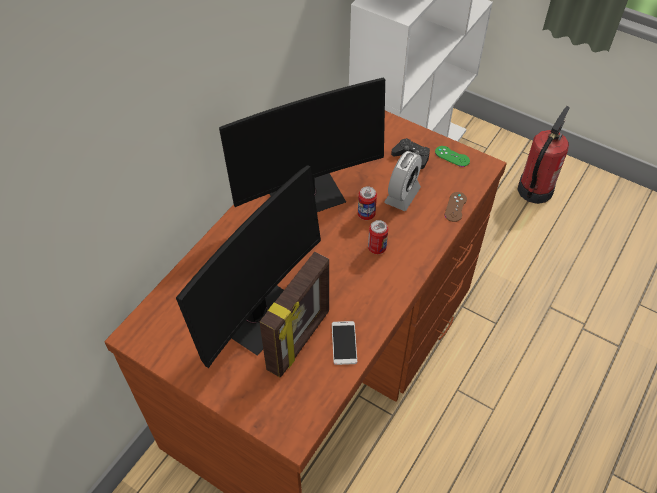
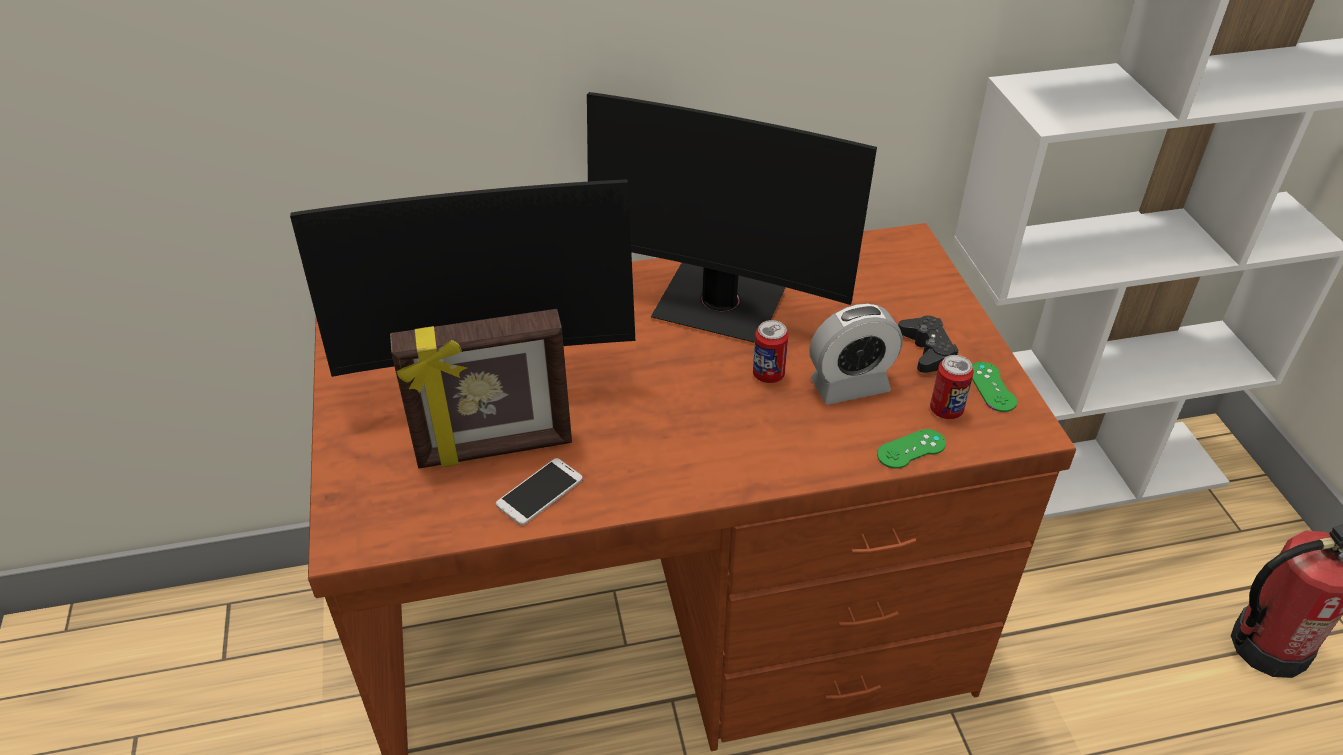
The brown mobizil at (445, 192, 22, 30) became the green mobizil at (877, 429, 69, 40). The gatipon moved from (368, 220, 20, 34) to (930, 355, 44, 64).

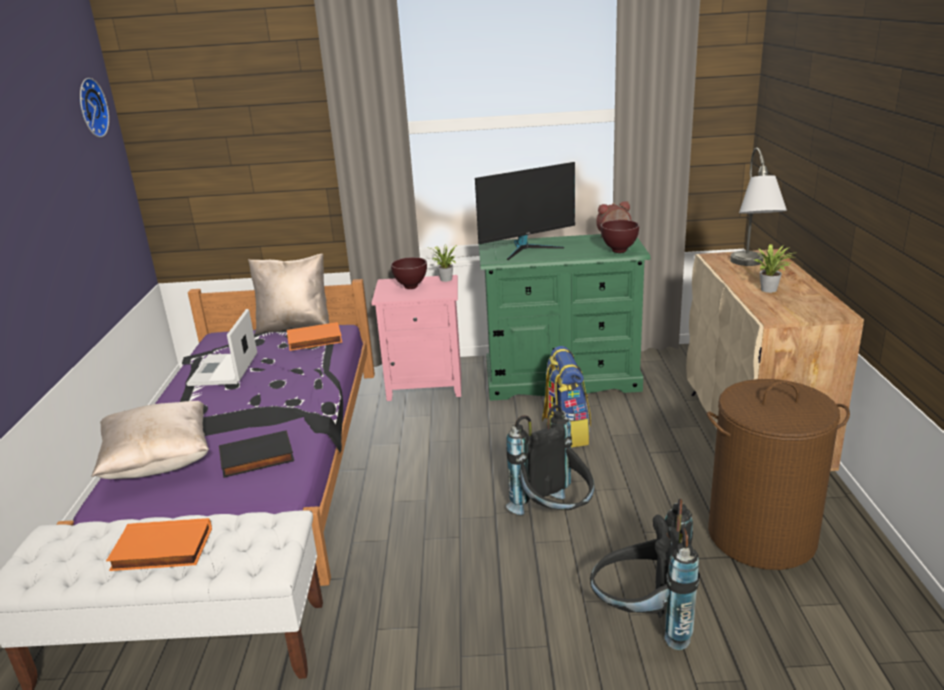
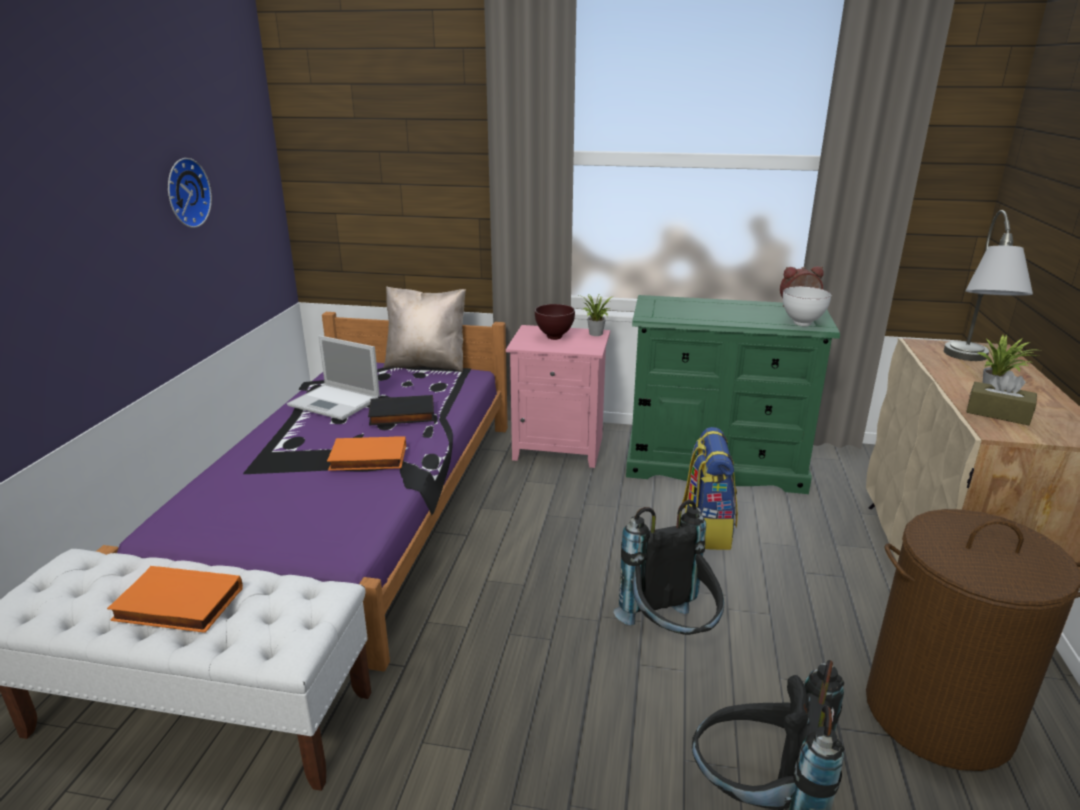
The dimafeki moved from (80, 78, 29, 60) to (168, 158, 44, 70). The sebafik at (186, 309, 71, 77) turned 75 degrees counterclockwise. The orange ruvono moved from (287, 322, 55, 29) to (327, 436, 79, 35). The black ruvono moved from (219, 430, 75, 48) to (368, 395, 66, 30). The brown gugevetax at (601, 220, 38, 33) became the white gugevetax at (783, 286, 48, 40). The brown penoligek at (966, 371, 71, 54) appeared. The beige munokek at (91, 401, 118, 78) disappeared. The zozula at (475, 162, 100, 98) disappeared.

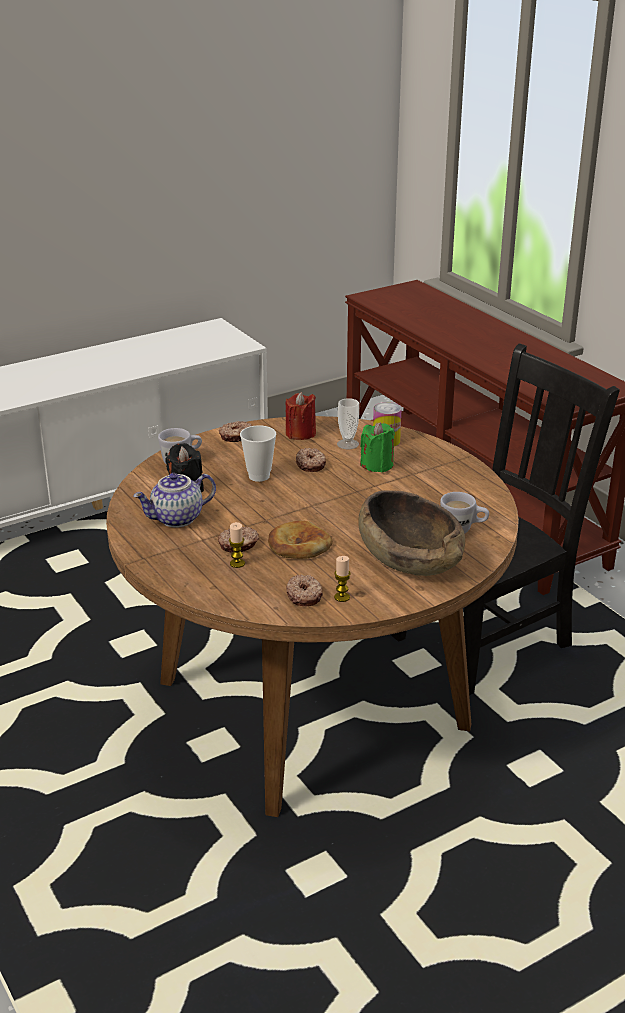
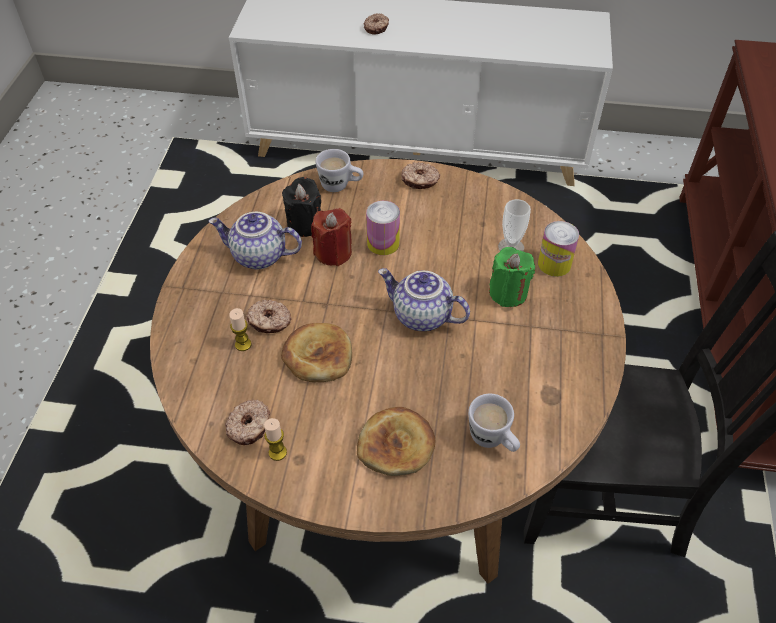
The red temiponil moved from (286, 392, 30, 48) to (311, 208, 41, 58). The brown gugevetax at (358, 490, 107, 86) was replaced by the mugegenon at (357, 407, 78, 69). The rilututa moved from (296, 448, 30, 24) to (364, 13, 25, 22). The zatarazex at (240, 425, 36, 57) was replaced by the gatipon at (366, 201, 34, 54). The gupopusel at (378, 268, 92, 63) appeared.

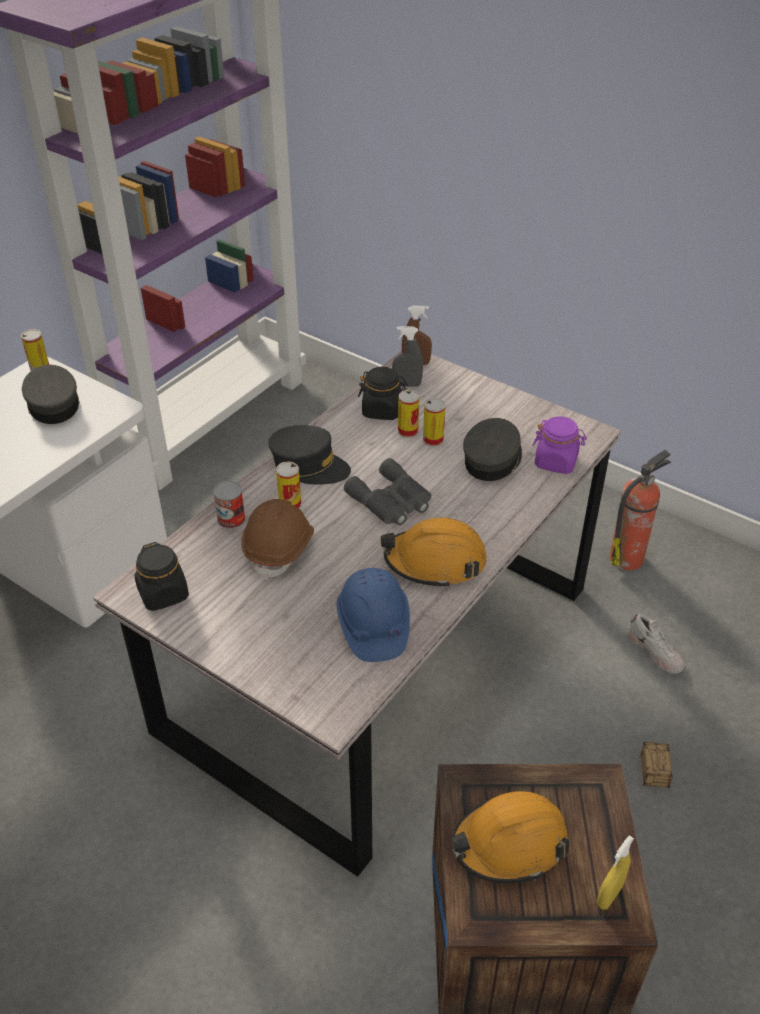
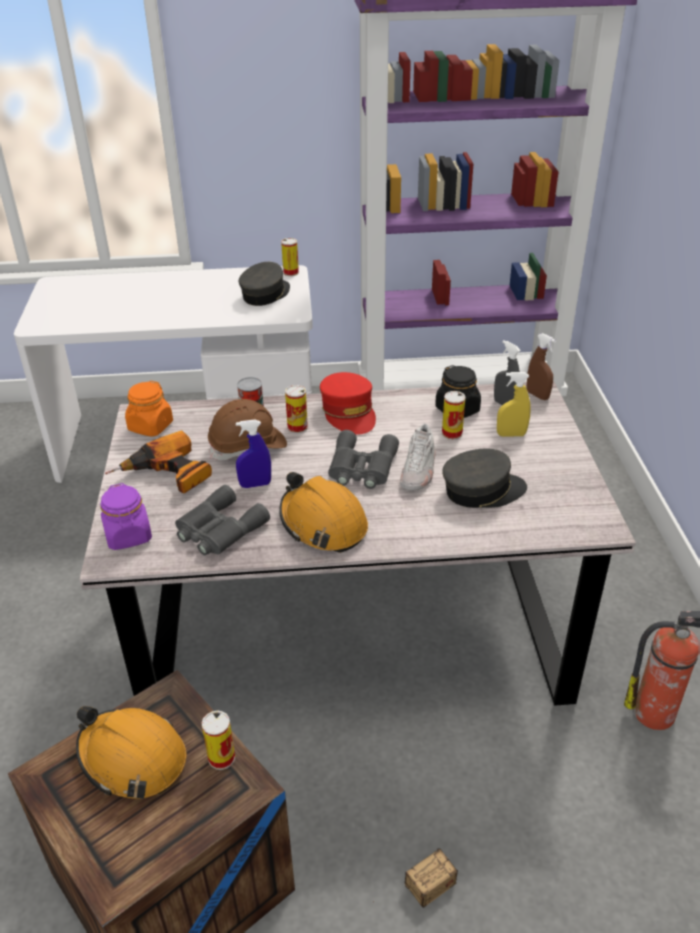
The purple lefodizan moved from (533, 416, 54, 58) to (100, 483, 52, 67). The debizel at (105, 431, 107, 62) appeared. The black lefodizan at (134, 542, 55, 69) became the orange lefodizan at (125, 381, 48, 56). The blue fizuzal at (337, 568, 73, 94) was replaced by the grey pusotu at (175, 485, 95, 71). The gatipon moved from (423, 398, 22, 49) to (202, 711, 33, 59). The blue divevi at (236, 419, 35, 69) appeared. The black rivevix at (268, 425, 83, 60) became the red rivevix at (320, 372, 56, 63). The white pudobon moved from (627, 613, 57, 61) to (400, 424, 36, 67). The yellow divevi moved from (597, 835, 37, 75) to (497, 372, 33, 65).

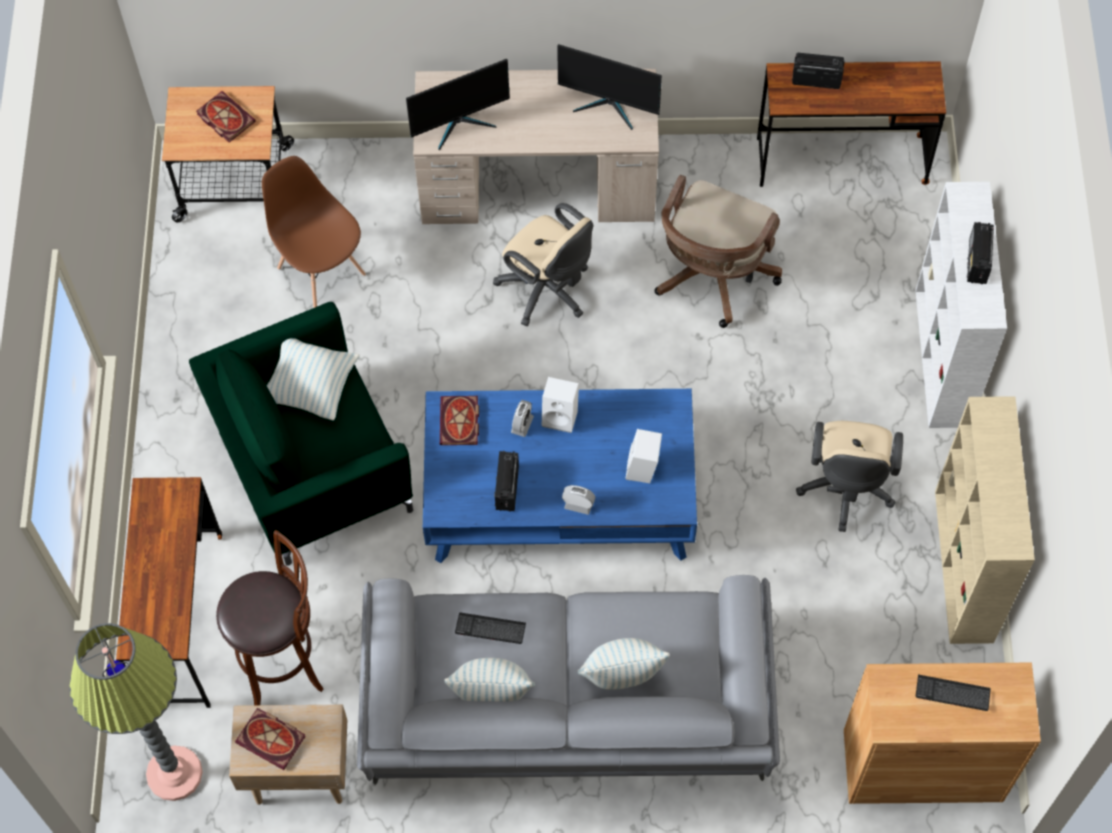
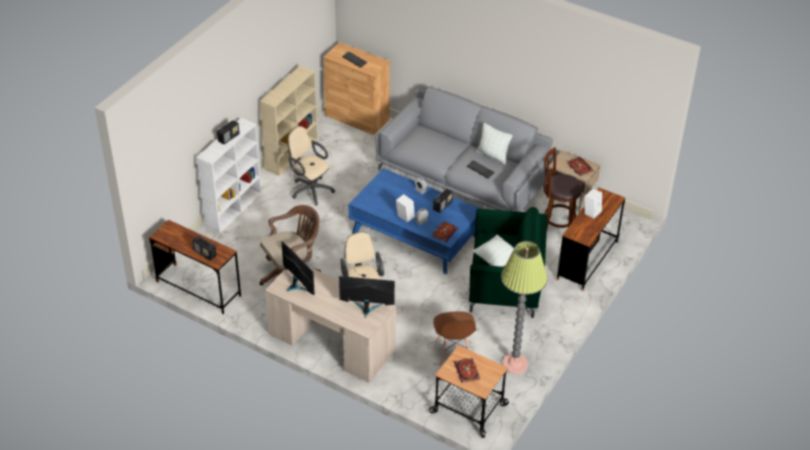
The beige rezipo at (796, 421, 107, 111) turned 90 degrees counterclockwise. The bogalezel moved from (69, 623, 134, 178) to (501, 241, 47, 133). The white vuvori moved from (626, 429, 36, 54) to (585, 189, 17, 30). The munokek at (578, 638, 92, 52) disappeared.

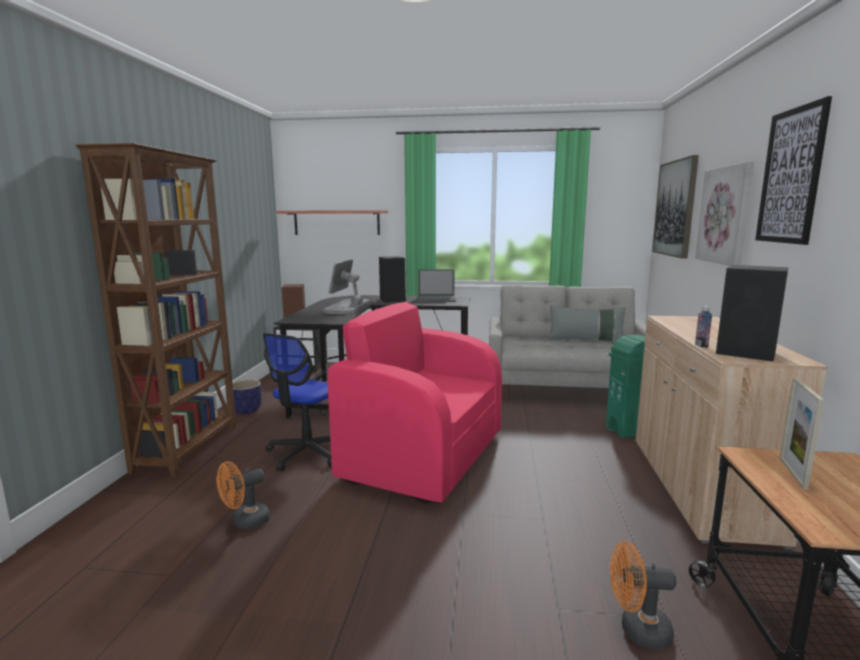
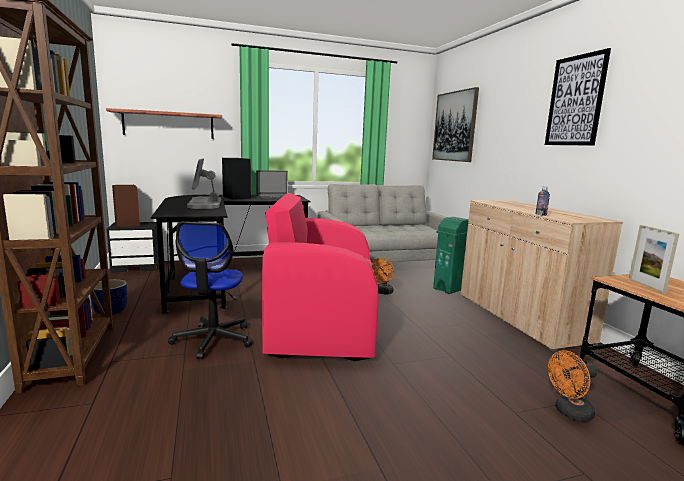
The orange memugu moved from (216, 461, 54, 68) to (371, 258, 23, 36). The grey munokek at (549, 305, 77, 37) disappeared. The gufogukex at (695, 162, 59, 104) disappeared. The black vuvori at (716, 265, 72, 97) disappeared.

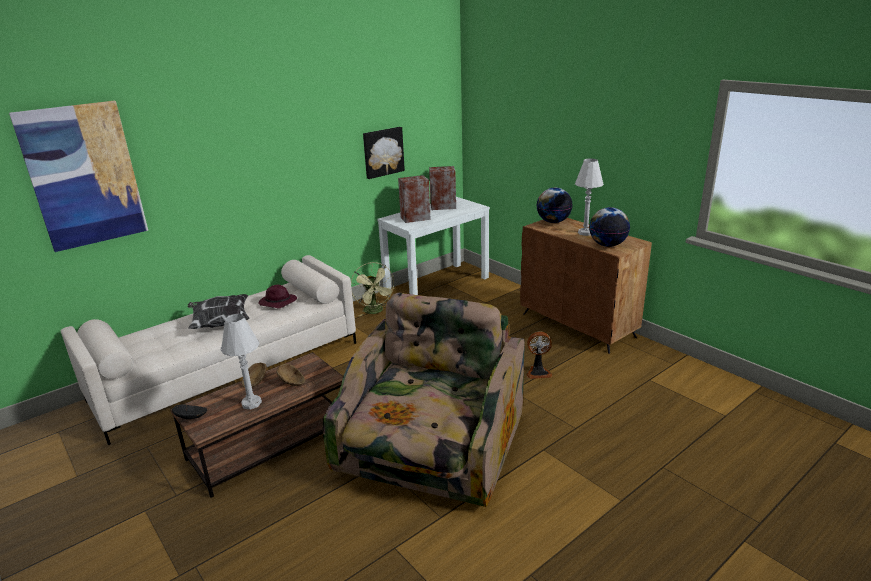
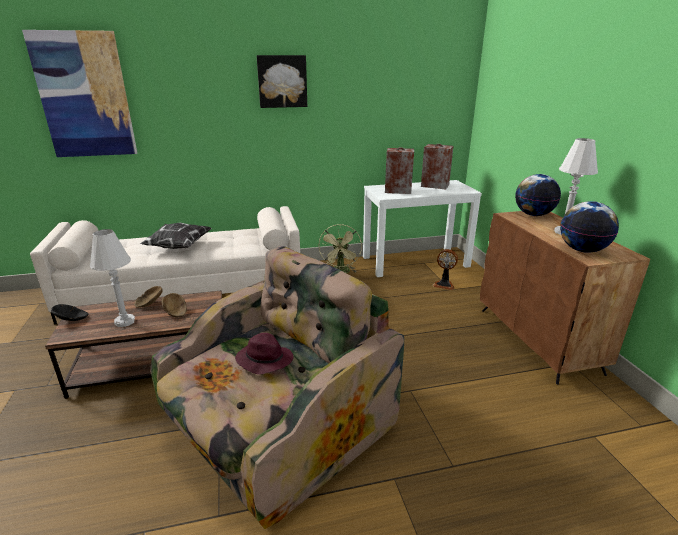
The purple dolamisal moved from (258, 285, 39, 23) to (235, 333, 59, 42). The gufogukex moved from (363, 127, 42, 52) to (257, 55, 50, 53). The memugu moved from (527, 331, 26, 48) to (433, 249, 25, 41).

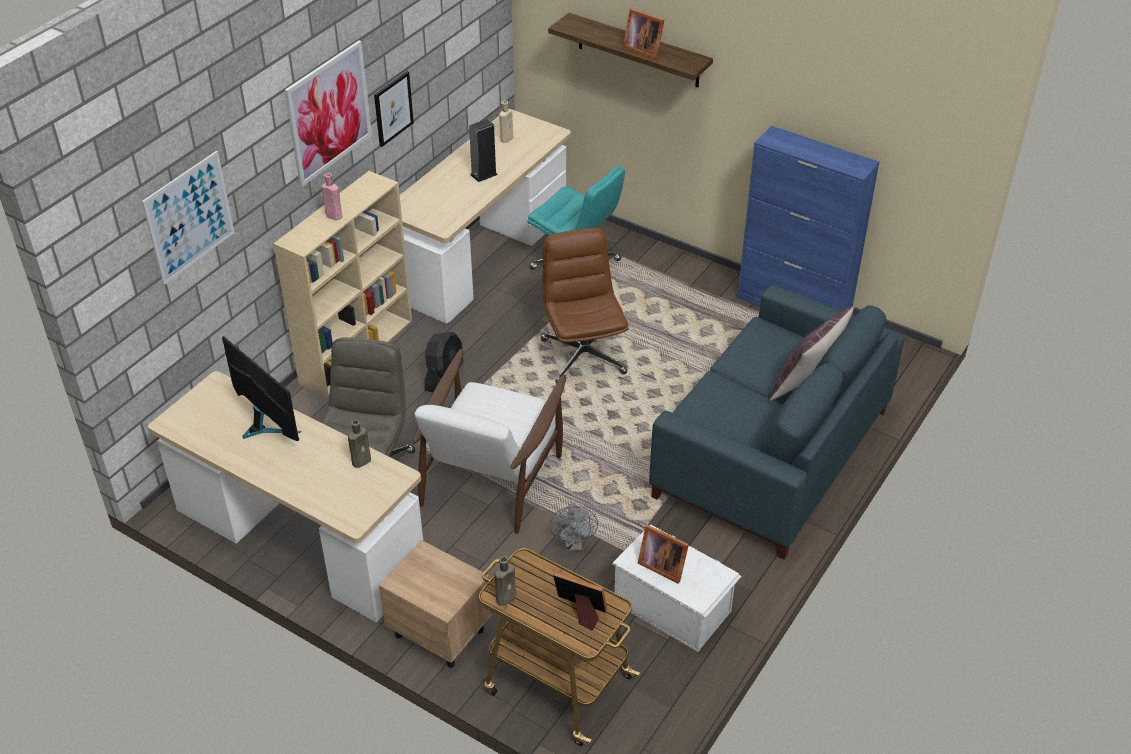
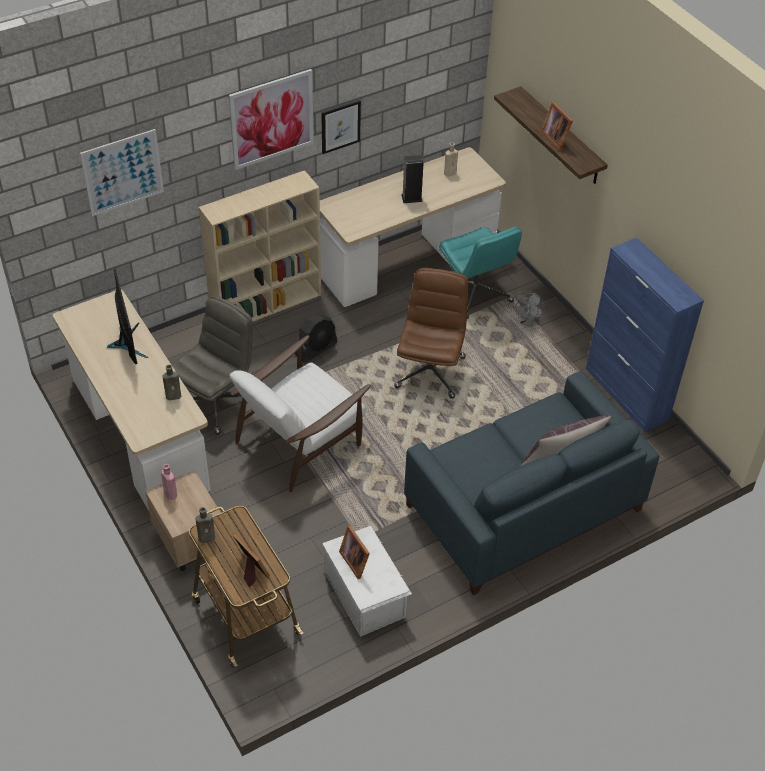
The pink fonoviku moved from (322, 173, 20, 47) to (161, 464, 16, 36). The grey memugu moved from (550, 503, 48, 48) to (513, 291, 32, 36).

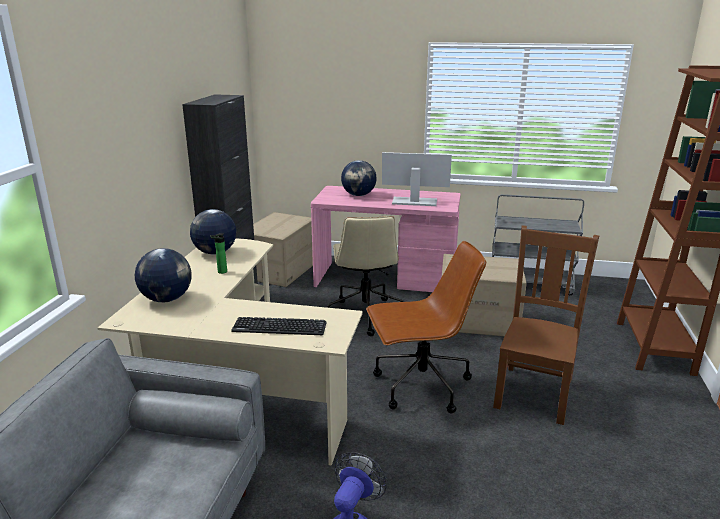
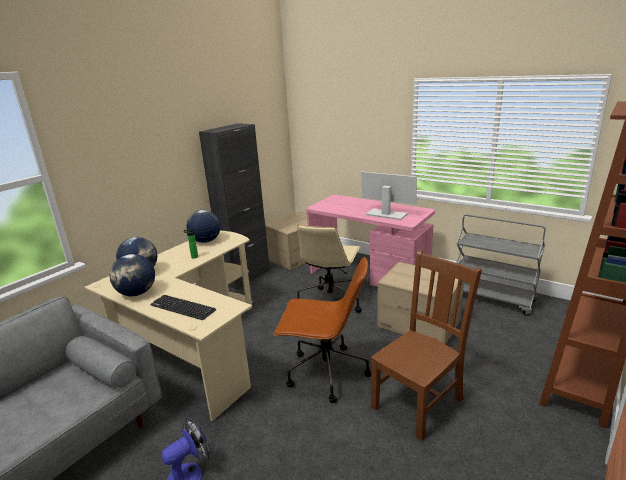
The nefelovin moved from (341, 160, 36, 36) to (110, 254, 45, 42).

